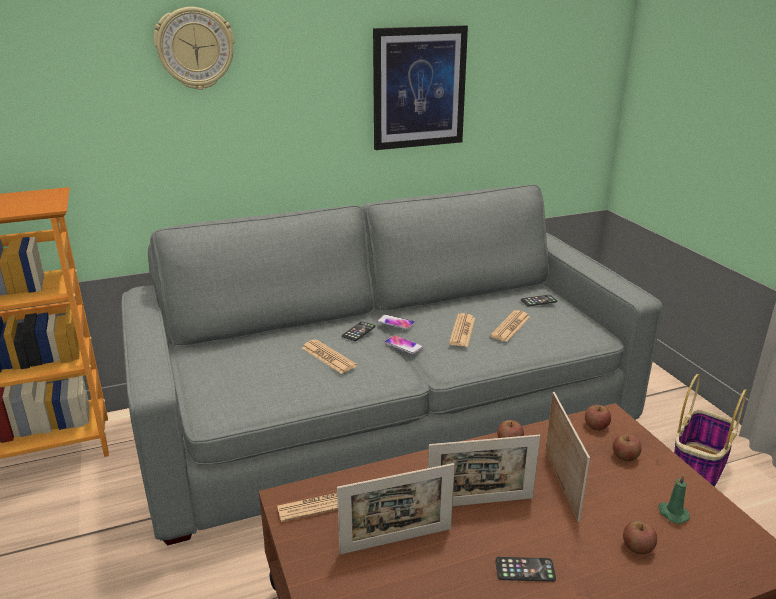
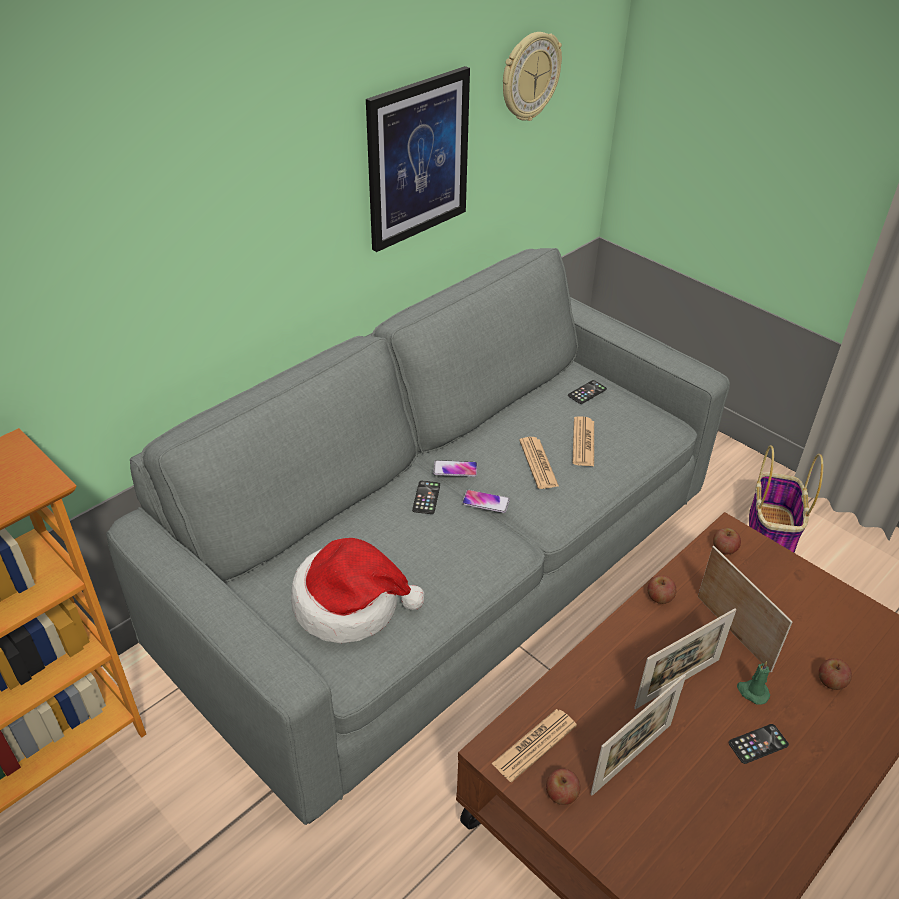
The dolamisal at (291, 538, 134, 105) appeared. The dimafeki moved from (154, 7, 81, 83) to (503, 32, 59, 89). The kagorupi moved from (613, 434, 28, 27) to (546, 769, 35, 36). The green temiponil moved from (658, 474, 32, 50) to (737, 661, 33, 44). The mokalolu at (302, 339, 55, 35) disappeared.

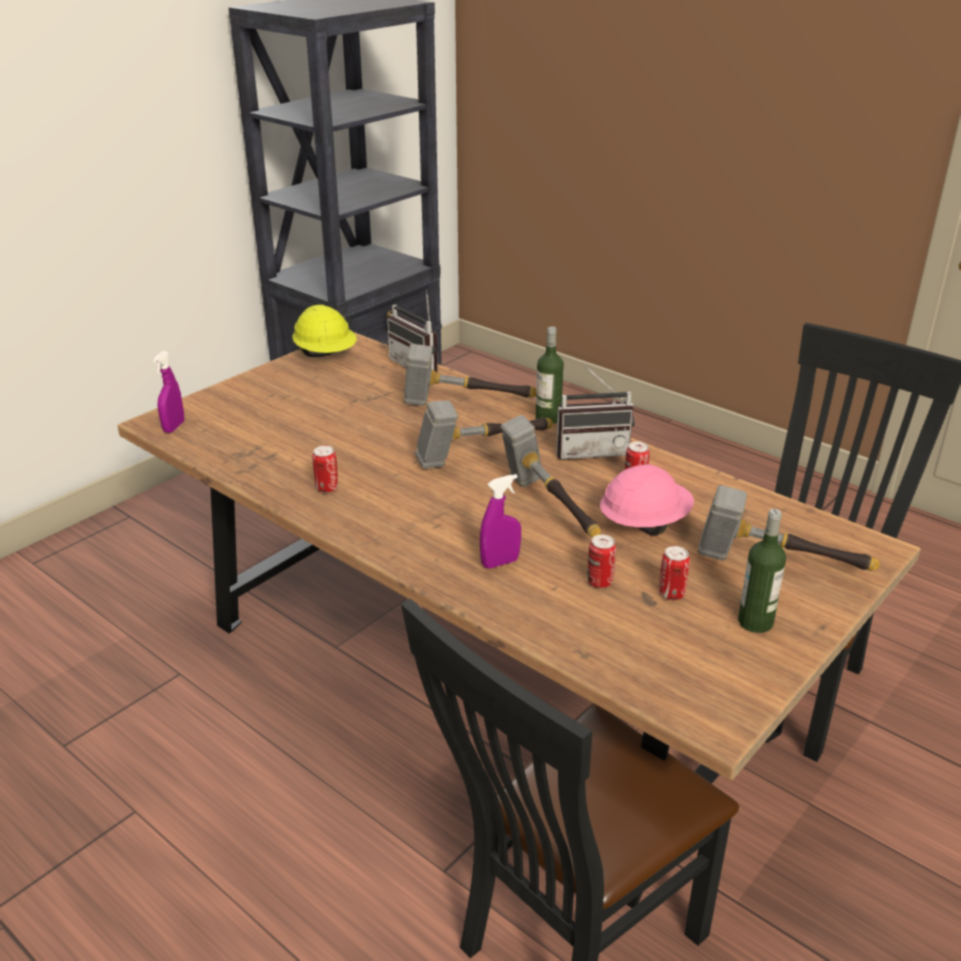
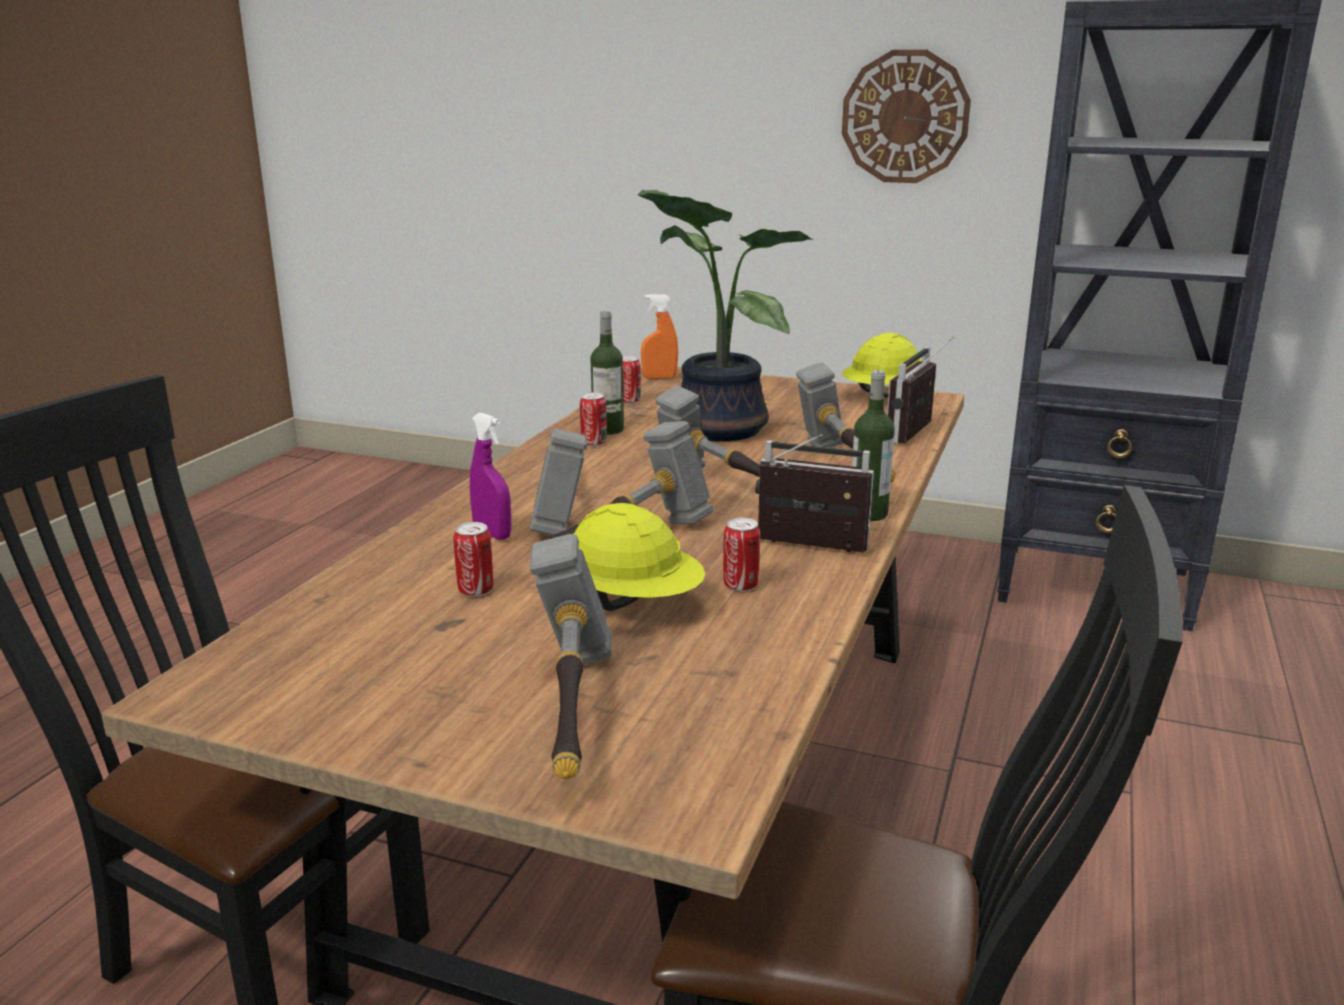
The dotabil at (530, 428, 58, 107) appeared. The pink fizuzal at (600, 464, 94, 72) became the yellow fizuzal at (573, 503, 132, 108). The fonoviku moved from (738, 509, 48, 124) to (591, 311, 33, 124). The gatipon moved from (659, 546, 31, 54) to (623, 356, 18, 48). The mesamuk at (638, 190, 175, 251) appeared. The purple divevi at (153, 351, 31, 82) became the orange divevi at (641, 294, 37, 85). The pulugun at (556, 365, 79, 94) turned 135 degrees clockwise. The dimafeki at (842, 50, 129, 133) appeared.

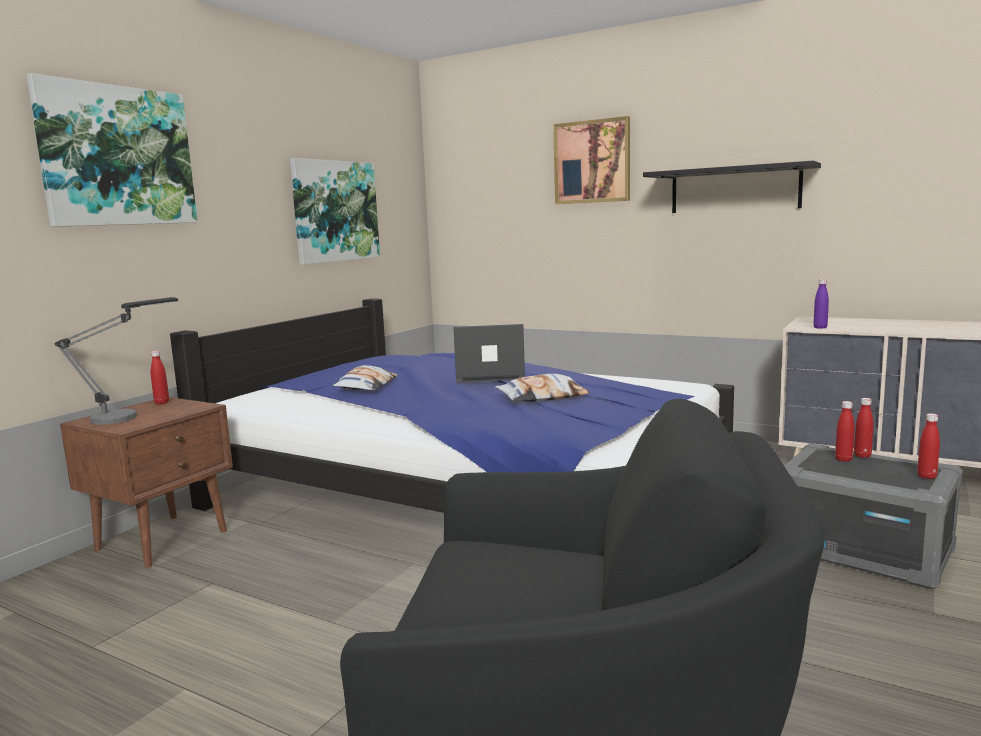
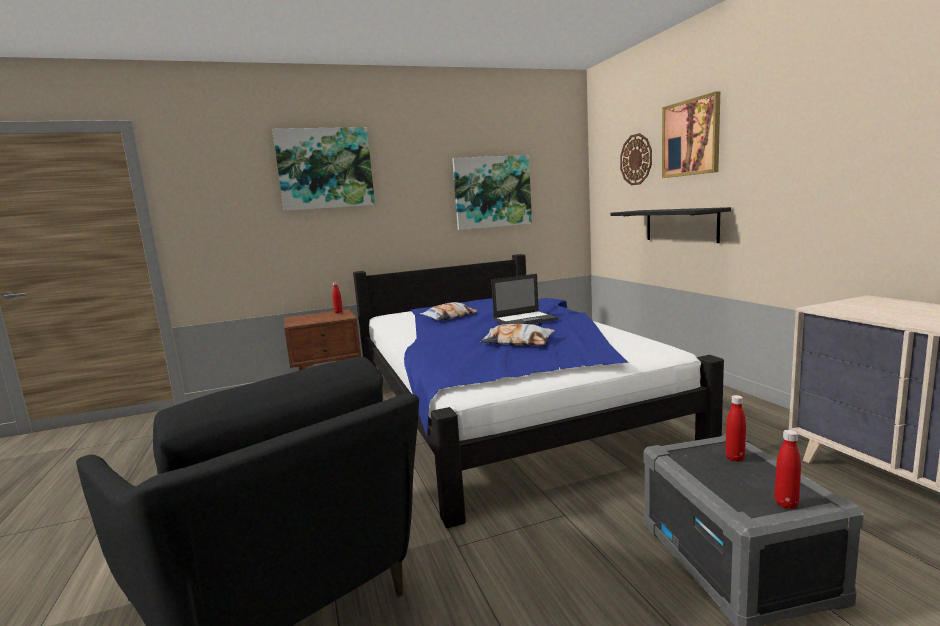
The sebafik at (454, 324, 71, 59) turned 120 degrees clockwise. The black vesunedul moved from (643, 161, 178, 52) to (611, 207, 120, 36). The dimafeki at (620, 133, 32, 52) appeared. The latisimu at (55, 297, 123, 128) disappeared. The purple fonoviku at (813, 279, 16, 50) disappeared. The red fonoviku at (854, 398, 19, 60) disappeared.

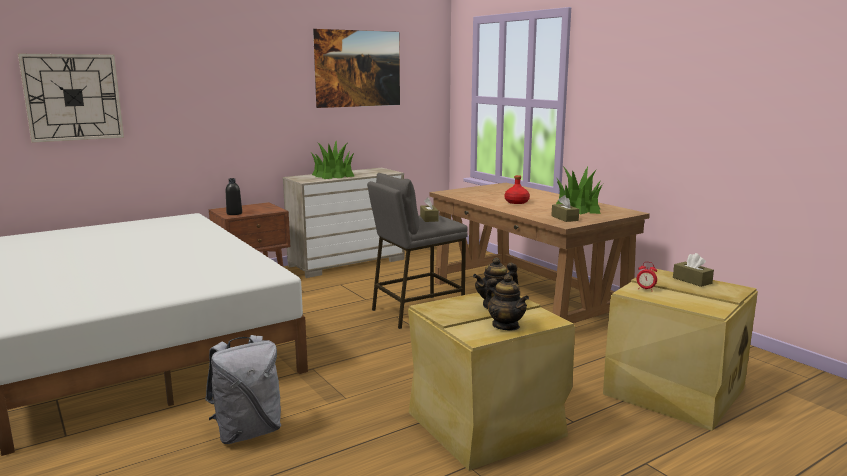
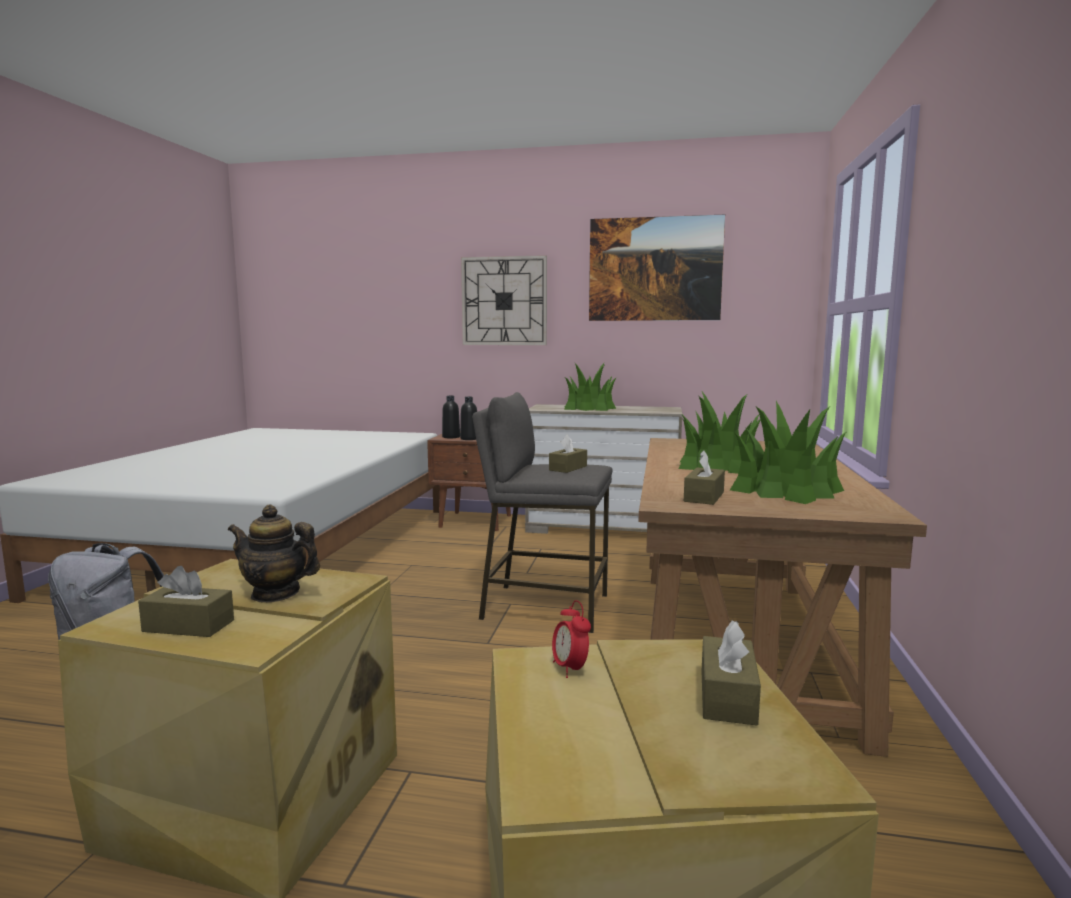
The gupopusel at (486, 274, 43, 56) was replaced by the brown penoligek at (138, 566, 96, 71). The black fonoviku at (460, 397, 17, 43) appeared. The dimafeki moved from (18, 54, 106, 89) to (461, 255, 86, 90). The red fonoviku at (505, 175, 25, 29) was replaced by the mesamuk at (678, 392, 83, 82).

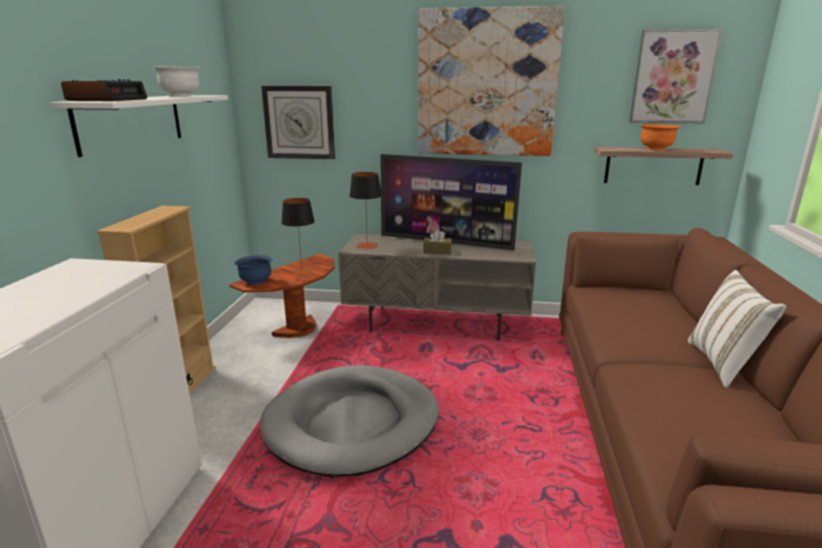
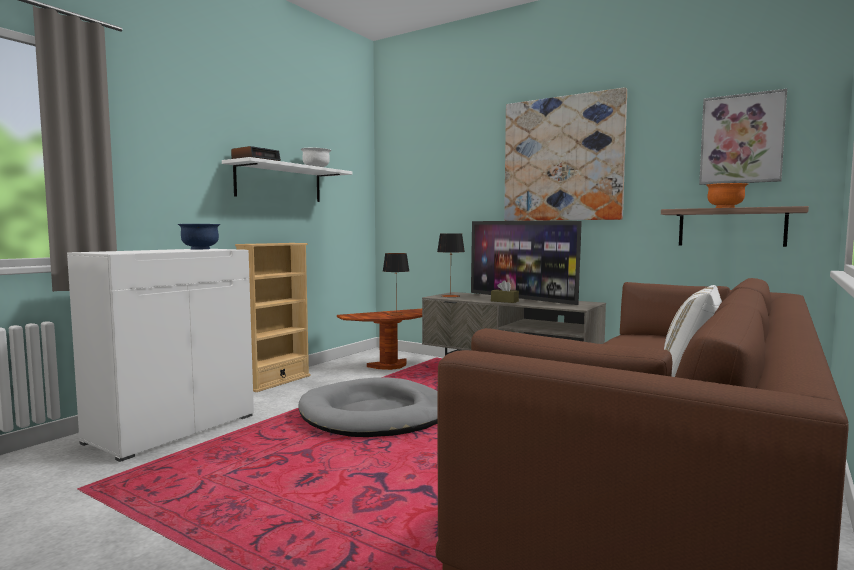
The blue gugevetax moved from (234, 255, 38, 30) to (177, 224, 43, 26). The dimafeki at (261, 86, 74, 73) disappeared.

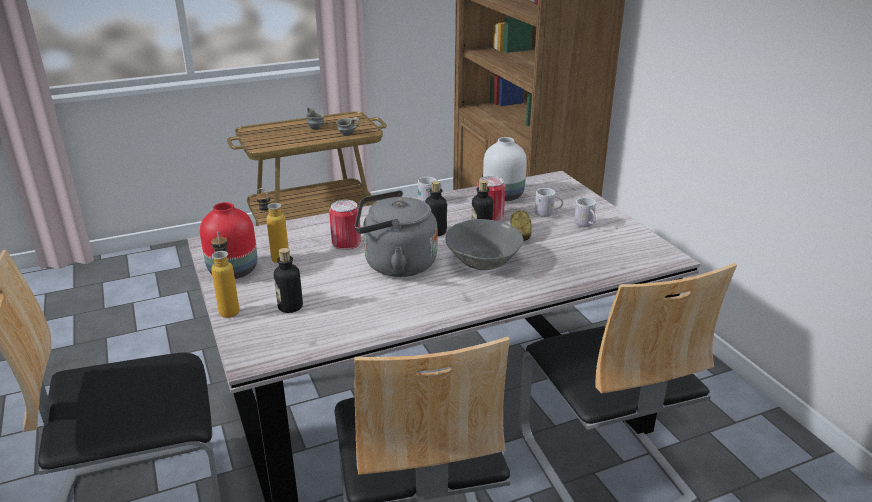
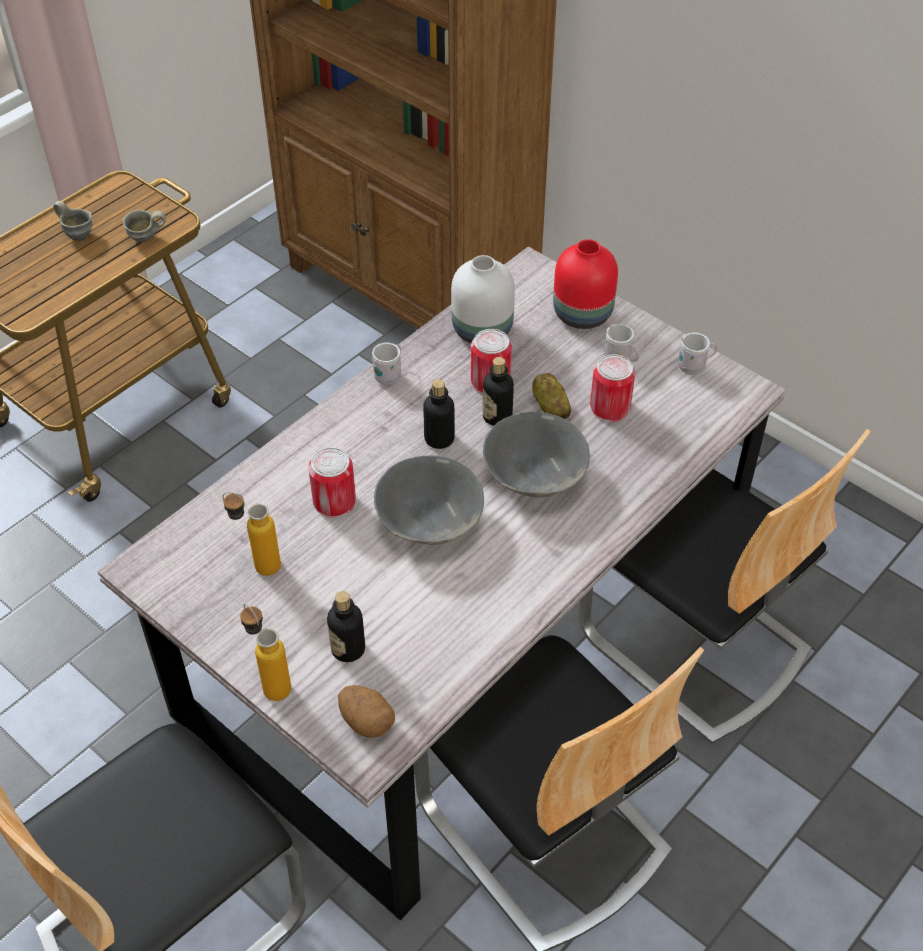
The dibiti at (338, 685, 57, 53) appeared. The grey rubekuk at (355, 190, 82, 87) was replaced by the grey gugevetax at (374, 456, 110, 89). The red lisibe moved from (200, 202, 57, 77) to (553, 239, 65, 90). The gatipon at (590, 354, 45, 68) appeared. The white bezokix moved from (534, 185, 29, 32) to (678, 332, 40, 43).

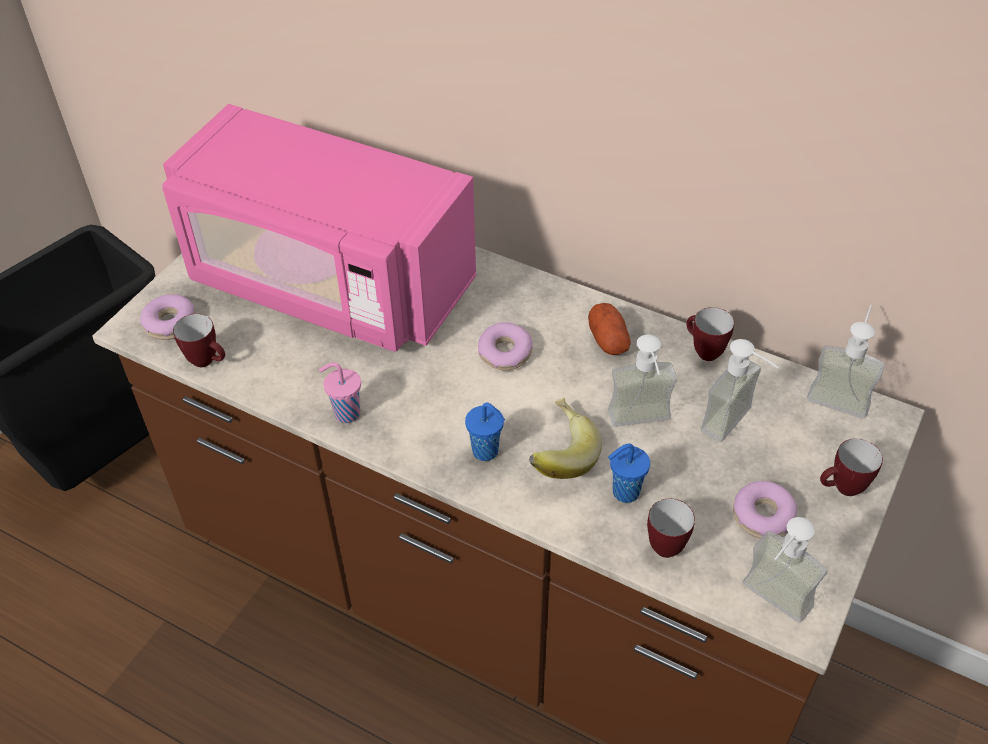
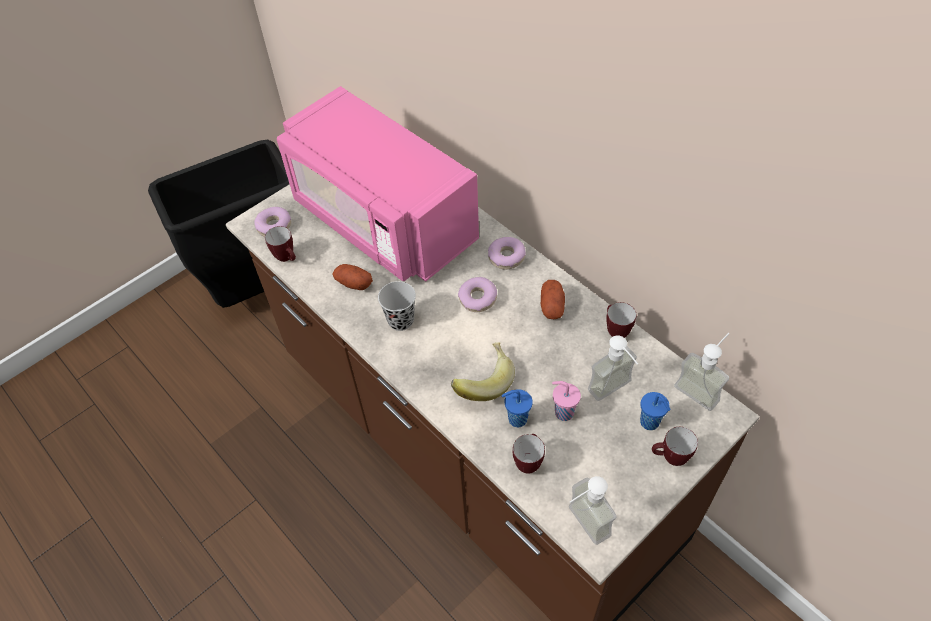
The dibiti at (333, 264, 40, 26) appeared. The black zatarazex at (378, 281, 38, 50) appeared. The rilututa moved from (733, 481, 64, 57) to (488, 237, 38, 33). The pink zatarazex moved from (319, 362, 42, 61) to (552, 381, 29, 40). The blue zatarazex moved from (465, 402, 40, 59) to (640, 392, 31, 38). The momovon at (608, 335, 69, 92) disappeared.

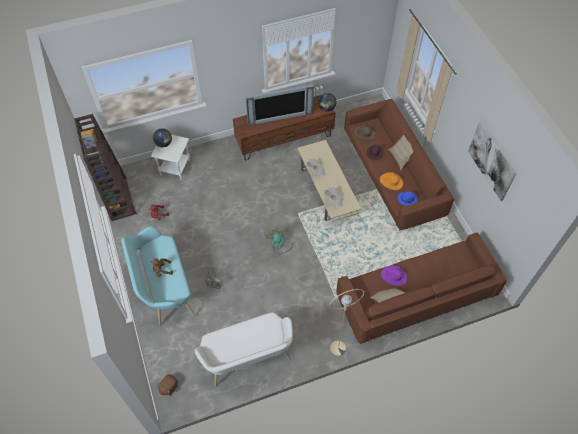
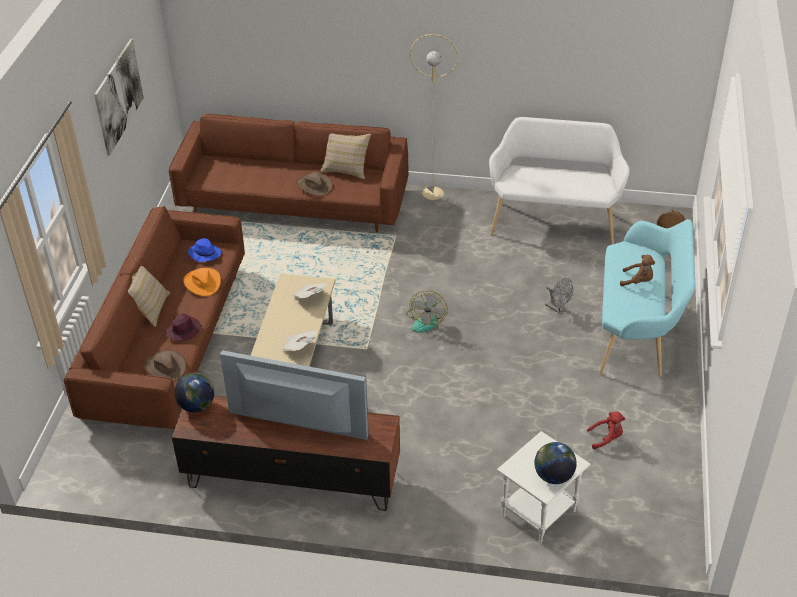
The purple dolamisal at (381, 265, 26, 21) became the brown dolamisal at (297, 172, 35, 24). The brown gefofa at (74, 114, 63, 107) disappeared.

